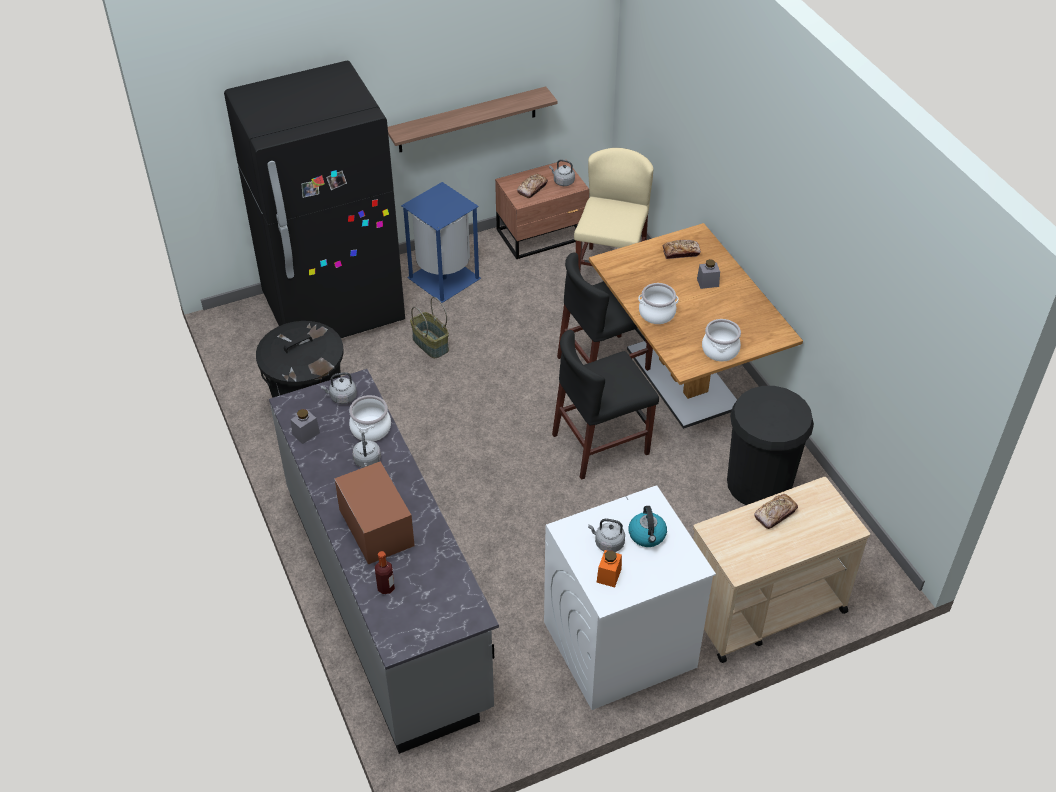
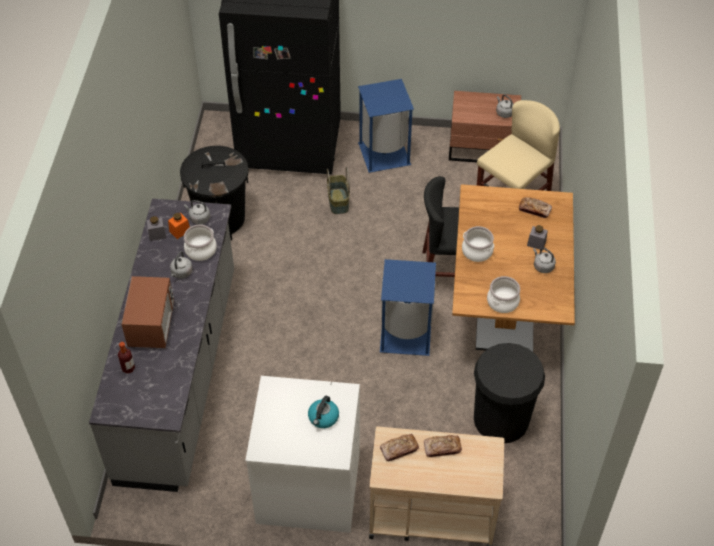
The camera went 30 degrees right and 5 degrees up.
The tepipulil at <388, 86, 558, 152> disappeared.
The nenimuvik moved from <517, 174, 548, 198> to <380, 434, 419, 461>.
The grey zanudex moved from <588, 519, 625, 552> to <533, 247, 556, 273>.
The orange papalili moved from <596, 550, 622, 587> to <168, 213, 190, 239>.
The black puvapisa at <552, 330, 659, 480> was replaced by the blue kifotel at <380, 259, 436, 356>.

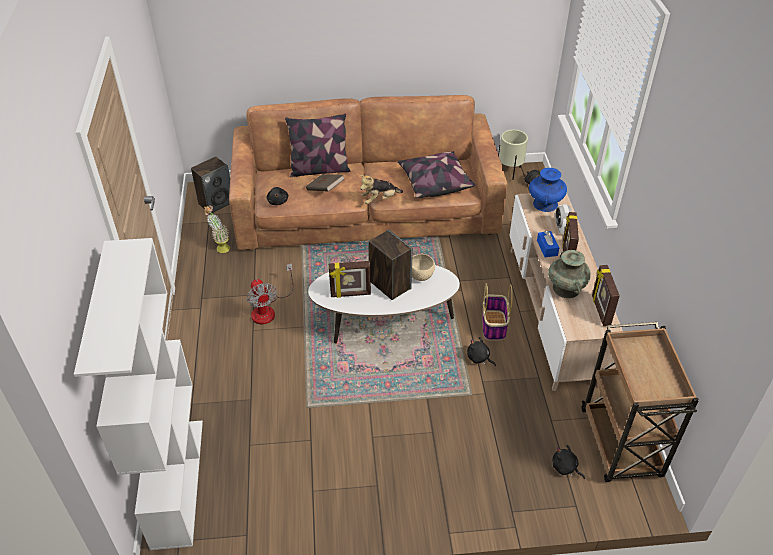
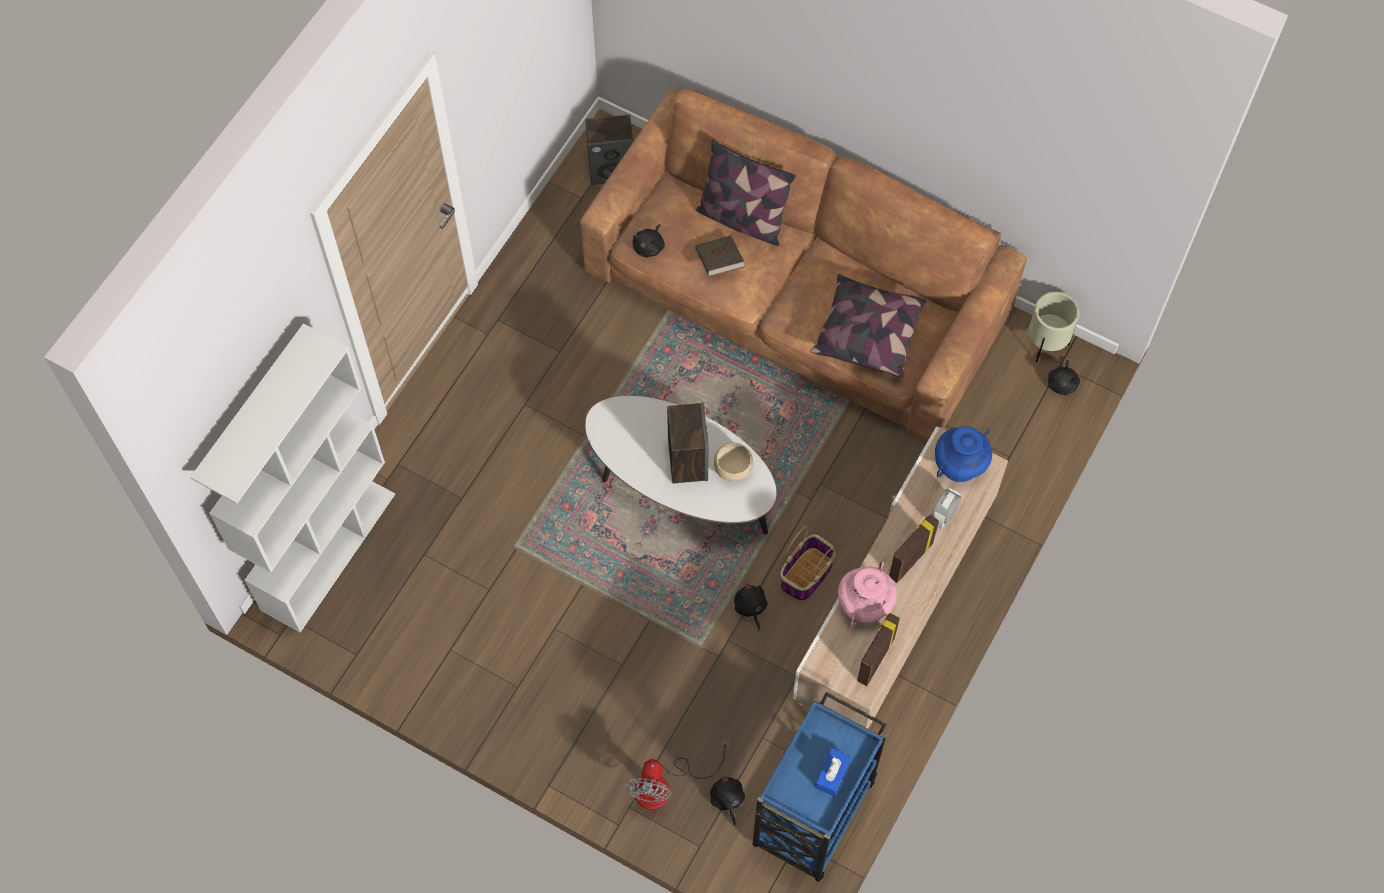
The camera went 35 degrees right and 20 degrees up.
The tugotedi at <204, 206, 230, 253> disappeared.
The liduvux at <329, 261, 371, 298> disappeared.
The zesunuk at <360, 175, 403, 204> disappeared.
The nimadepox moved from <247, 263, 293, 324> to <626, 741, 730, 810>.
The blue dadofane moved from <537, 231, 559, 257> to <815, 748, 851, 796>.
The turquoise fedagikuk at <548, 250, 591, 298> became the pink fedagikuk at <838, 561, 897, 628>.
The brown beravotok at <581, 322, 699, 482> became the blue beravotok at <753, 692, 886, 882>.

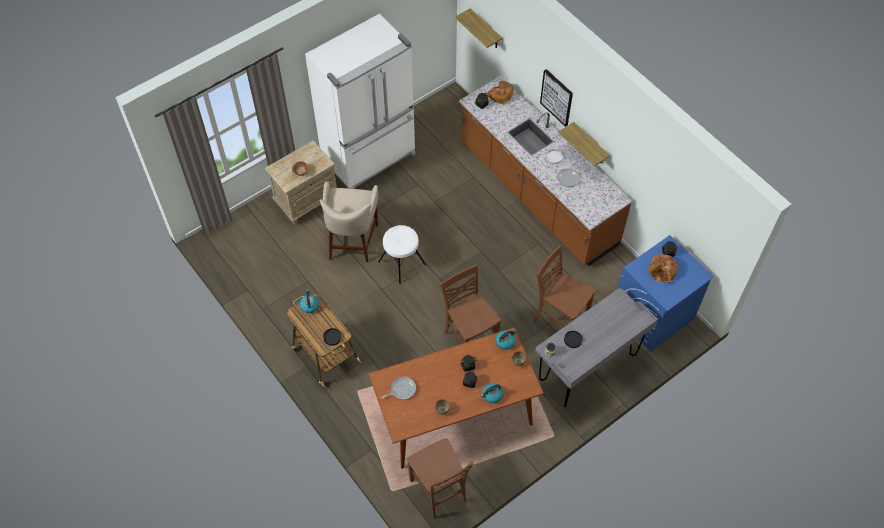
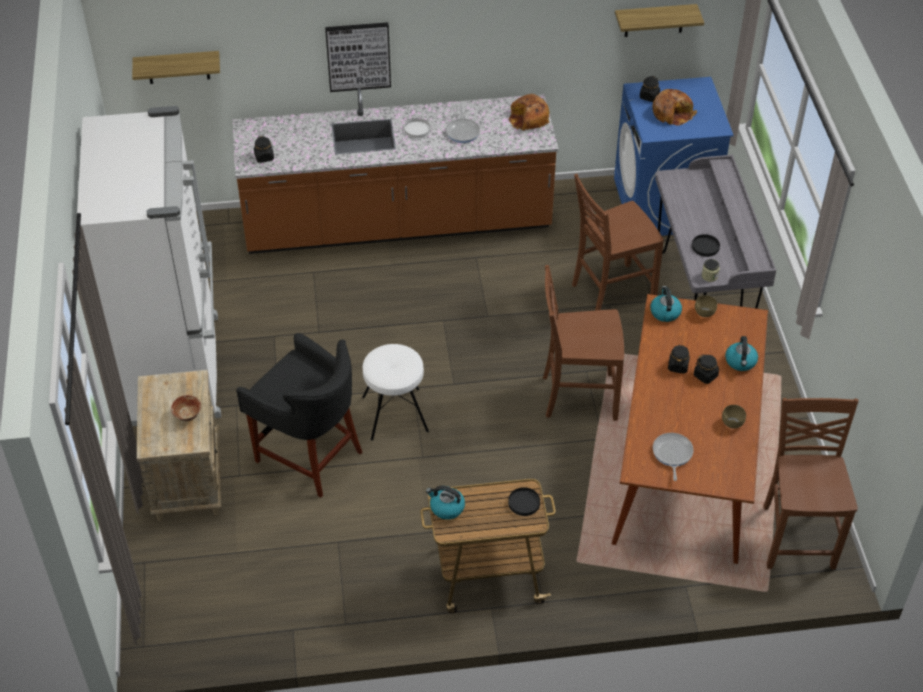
The camera went 60 degrees left and 10 degrees down.
The nenimuvik moved from <487, 81, 513, 105> to <509, 94, 549, 131>.
The tepipulil moved from <559, 122, 610, 167> to <615, 4, 704, 37>.
The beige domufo at <320, 181, 378, 262> became the black domufo at <236, 333, 363, 498>.
The brown puvapisa at <407, 438, 474, 519> turned 90 degrees counterclockwise.

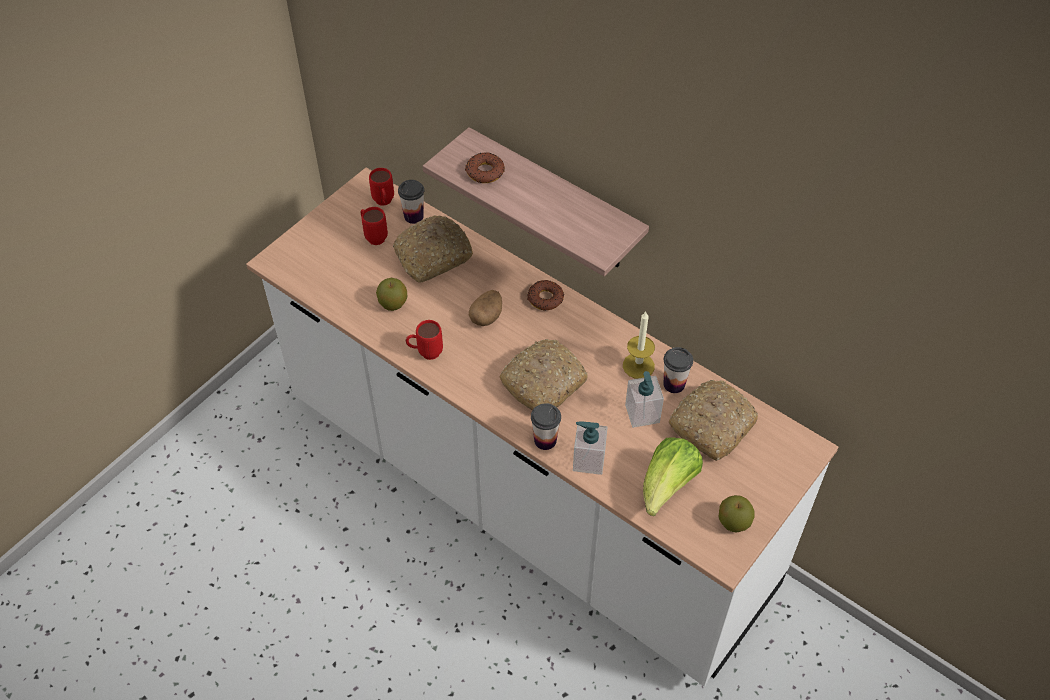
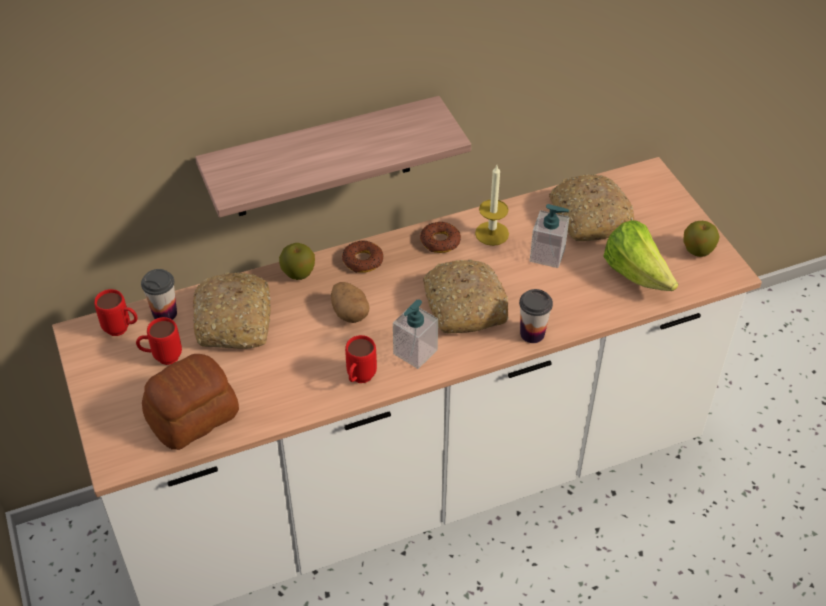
The camera went 60 degrees left and 5 degrees down.
The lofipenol at <663, 347, 693, 393> disappeared.
The nenimuvik at <142, 354, 239, 450> appeared.
The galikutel moved from <376, 278, 407, 311> to <279, 243, 315, 280>.
The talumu moved from <465, 152, 505, 183> to <420, 222, 461, 253>.
The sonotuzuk moved from <573, 422, 607, 475> to <393, 299, 438, 369>.

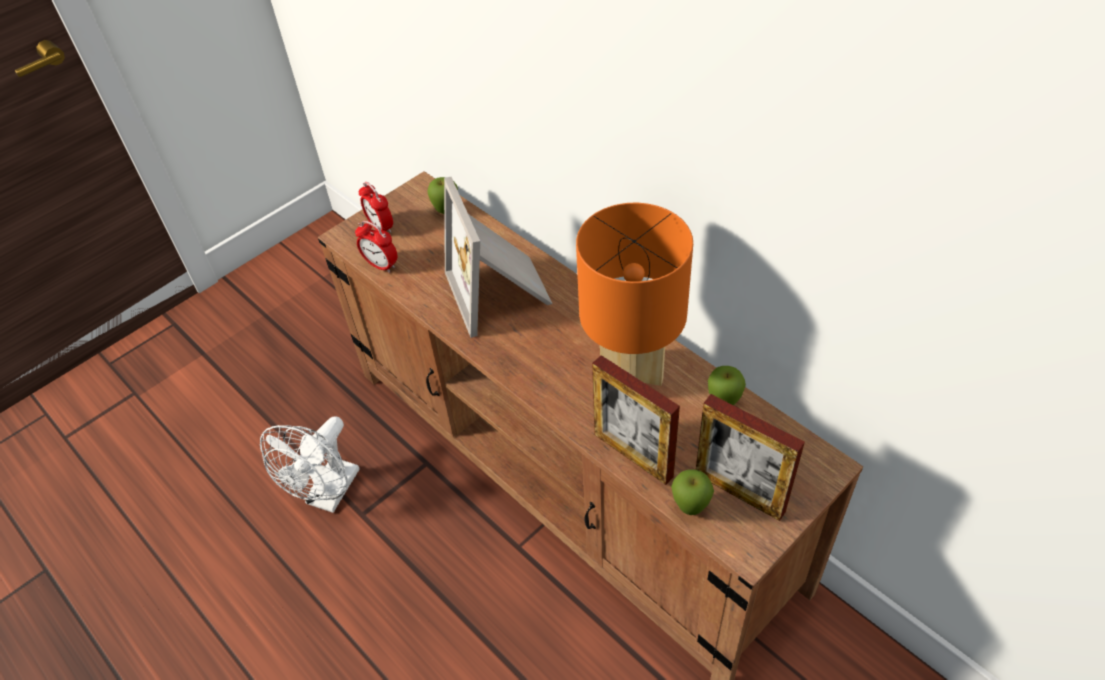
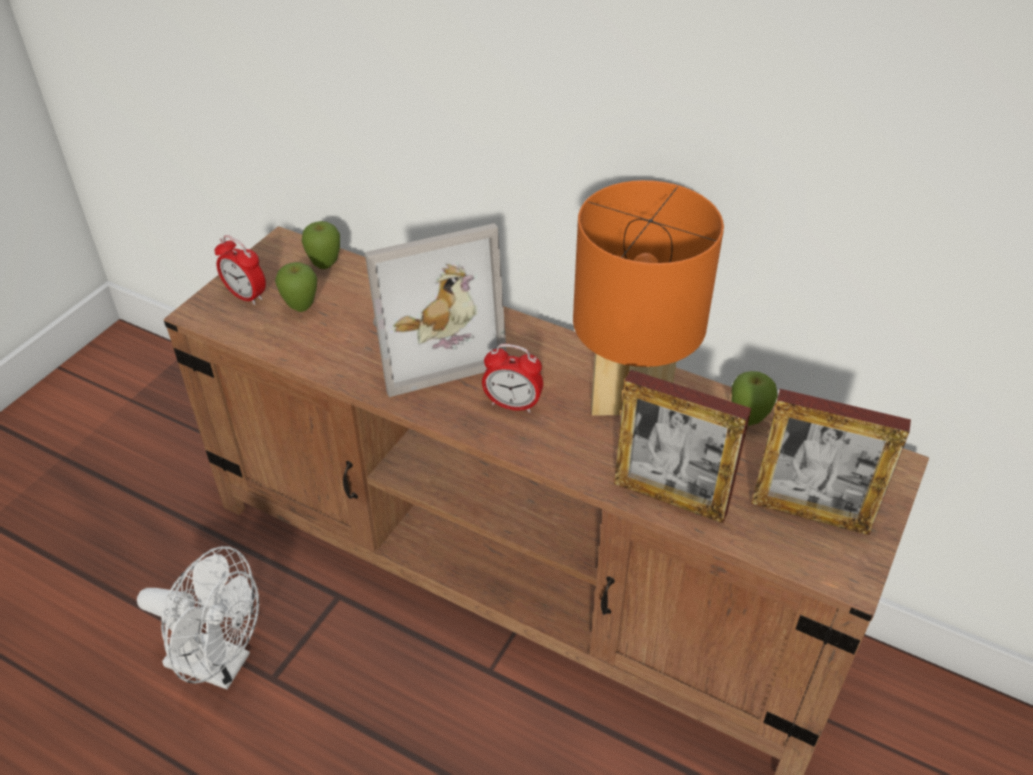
The camera went 20 degrees left and 5 degrees down.
The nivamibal moved from <355, 221, 398, 273> to <482, 344, 543, 413>.
The galikutel moved from <671, 470, 714, 515> to <275, 262, 317, 312>.
The white nimadepox at <260, 416, 360, 513> turned 75 degrees counterclockwise.
The liduvux at <444, 177, 552, 338> turned 75 degrees counterclockwise.

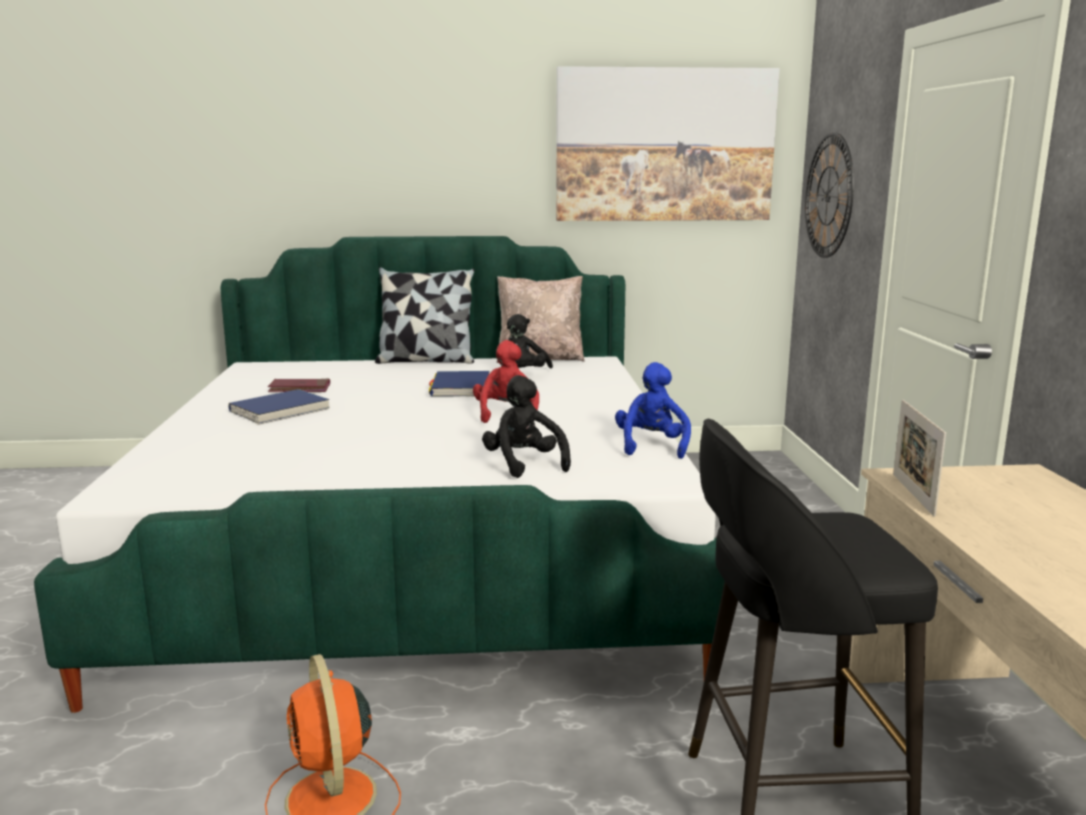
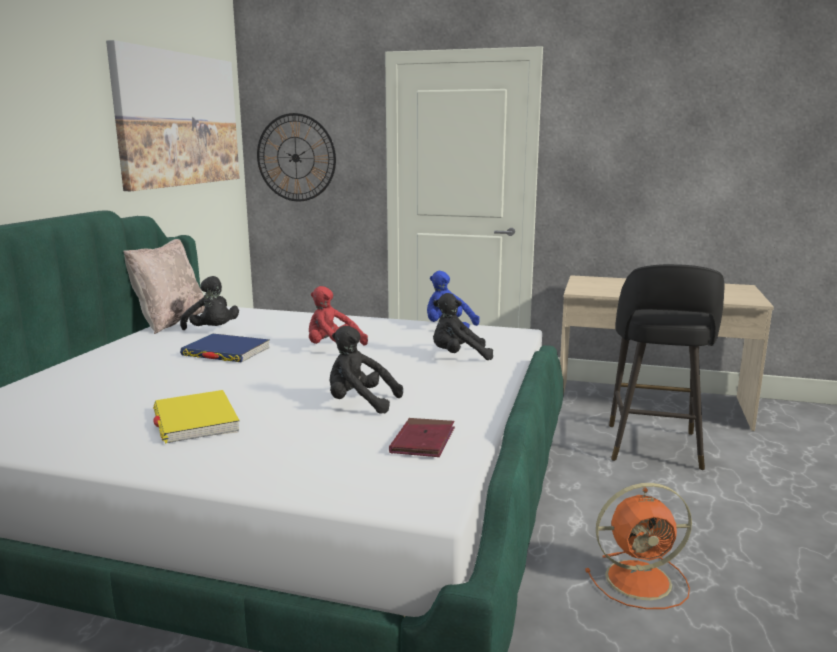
The camera went 70 degrees left and 0 degrees up.
The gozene at <375, 267, 474, 364> disappeared.
The liduvux at <893, 400, 946, 516> disappeared.
The black zesunuk at <330, 326, 403, 414> appeared.
The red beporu moved from <268, 378, 330, 392> to <389, 418, 455, 457>.
The blue beporu at <228, 389, 330, 425> became the yellow beporu at <153, 390, 240, 443>.

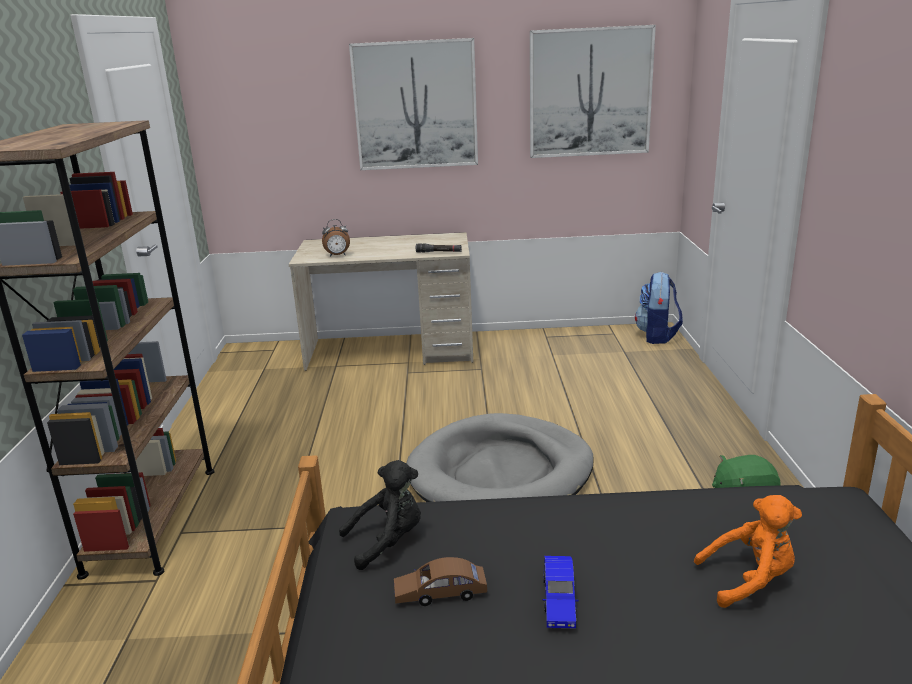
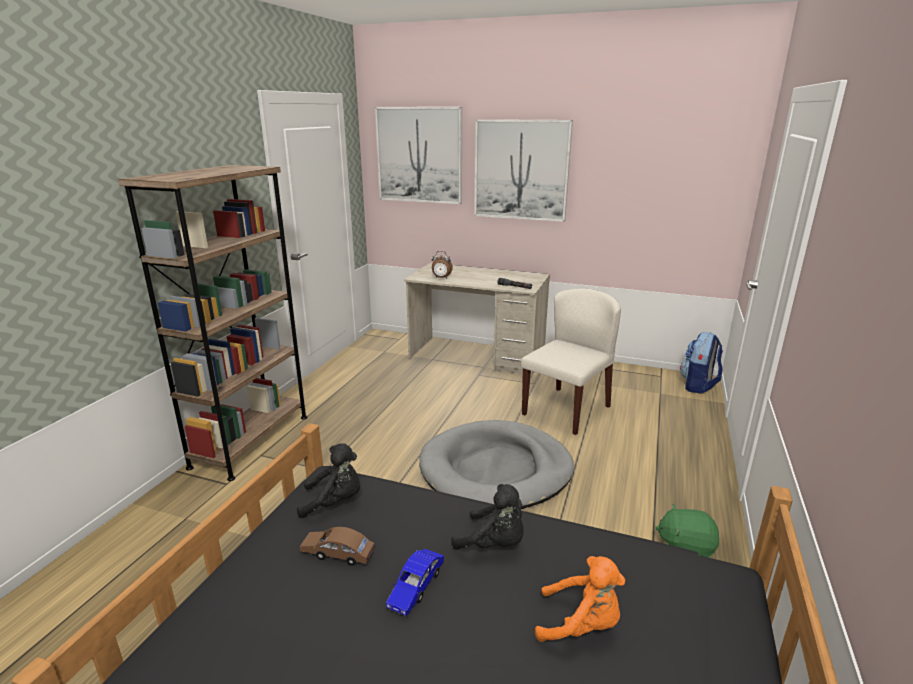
The camera went 20 degrees right and 0 degrees up.
The black zesunuk at <451, 484, 524, 550> appeared.
The beige puvapisa at <521, 289, 621, 435> appeared.
The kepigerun moved from <530, 25, 656, 158> to <375, 107, 462, 204>.

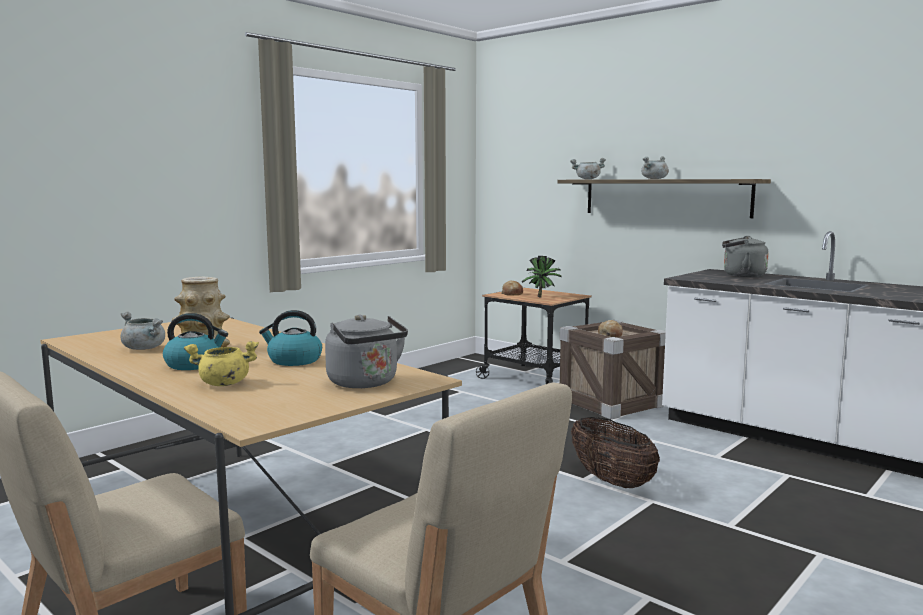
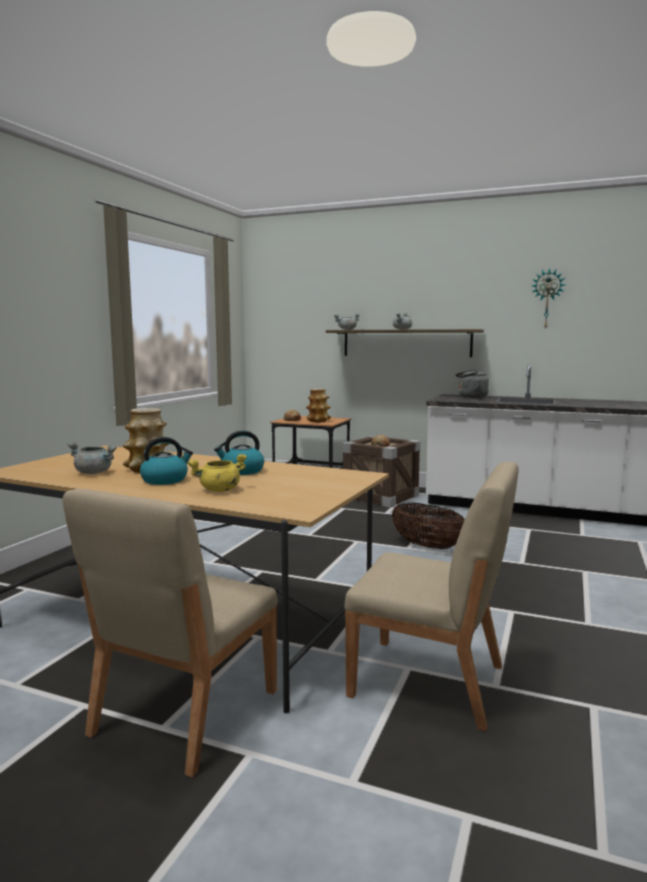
The camera went 20 degrees left and 0 degrees up.
The grey zanudex at <325, 314, 408, 388> disappeared.
The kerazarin at <532, 268, 565, 330> appeared.
The tugotedi at <522, 256, 562, 297> was replaced by the fedagikuk at <306, 388, 331, 423>.

